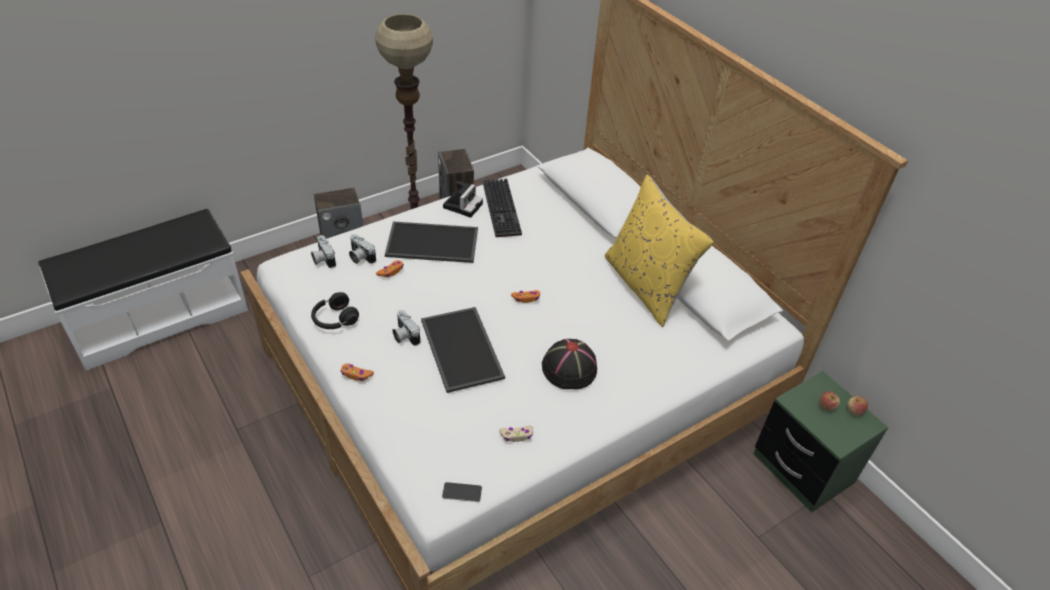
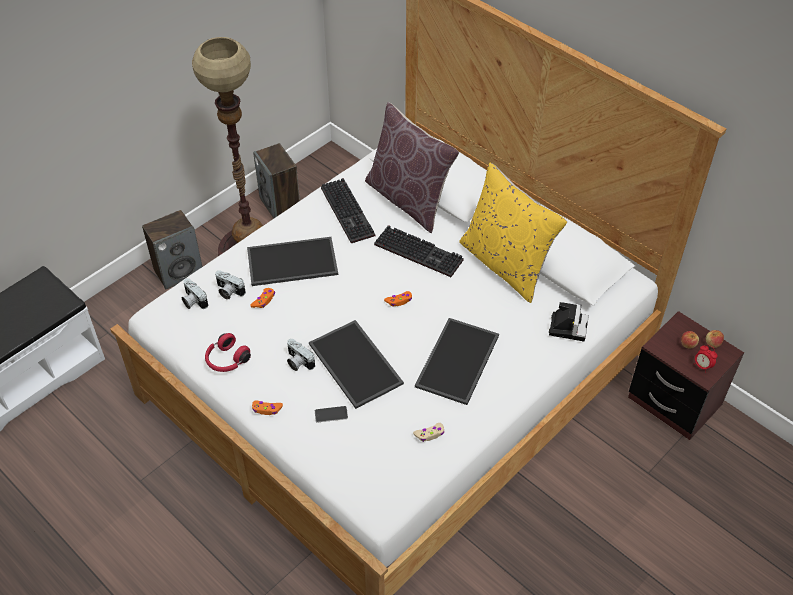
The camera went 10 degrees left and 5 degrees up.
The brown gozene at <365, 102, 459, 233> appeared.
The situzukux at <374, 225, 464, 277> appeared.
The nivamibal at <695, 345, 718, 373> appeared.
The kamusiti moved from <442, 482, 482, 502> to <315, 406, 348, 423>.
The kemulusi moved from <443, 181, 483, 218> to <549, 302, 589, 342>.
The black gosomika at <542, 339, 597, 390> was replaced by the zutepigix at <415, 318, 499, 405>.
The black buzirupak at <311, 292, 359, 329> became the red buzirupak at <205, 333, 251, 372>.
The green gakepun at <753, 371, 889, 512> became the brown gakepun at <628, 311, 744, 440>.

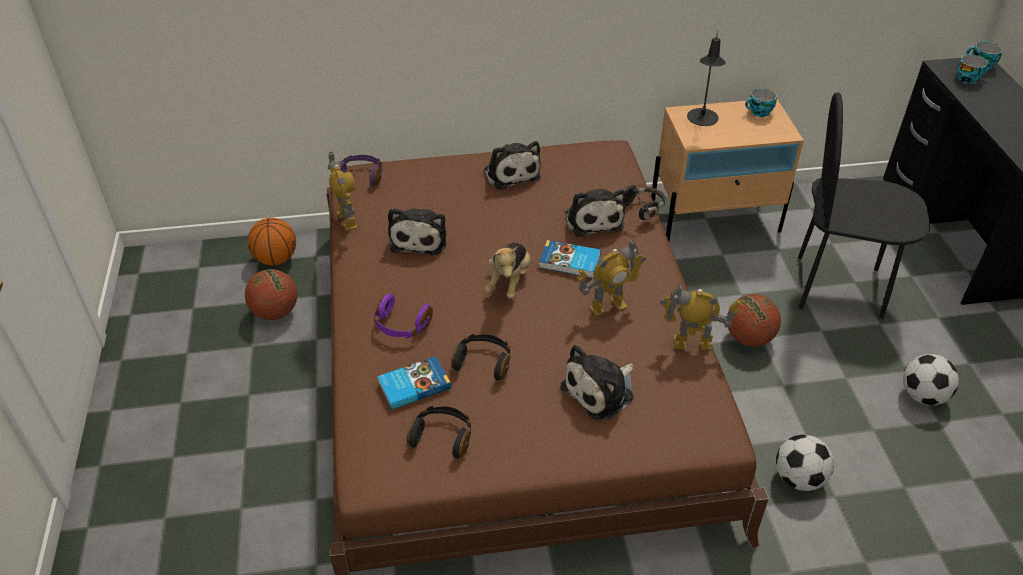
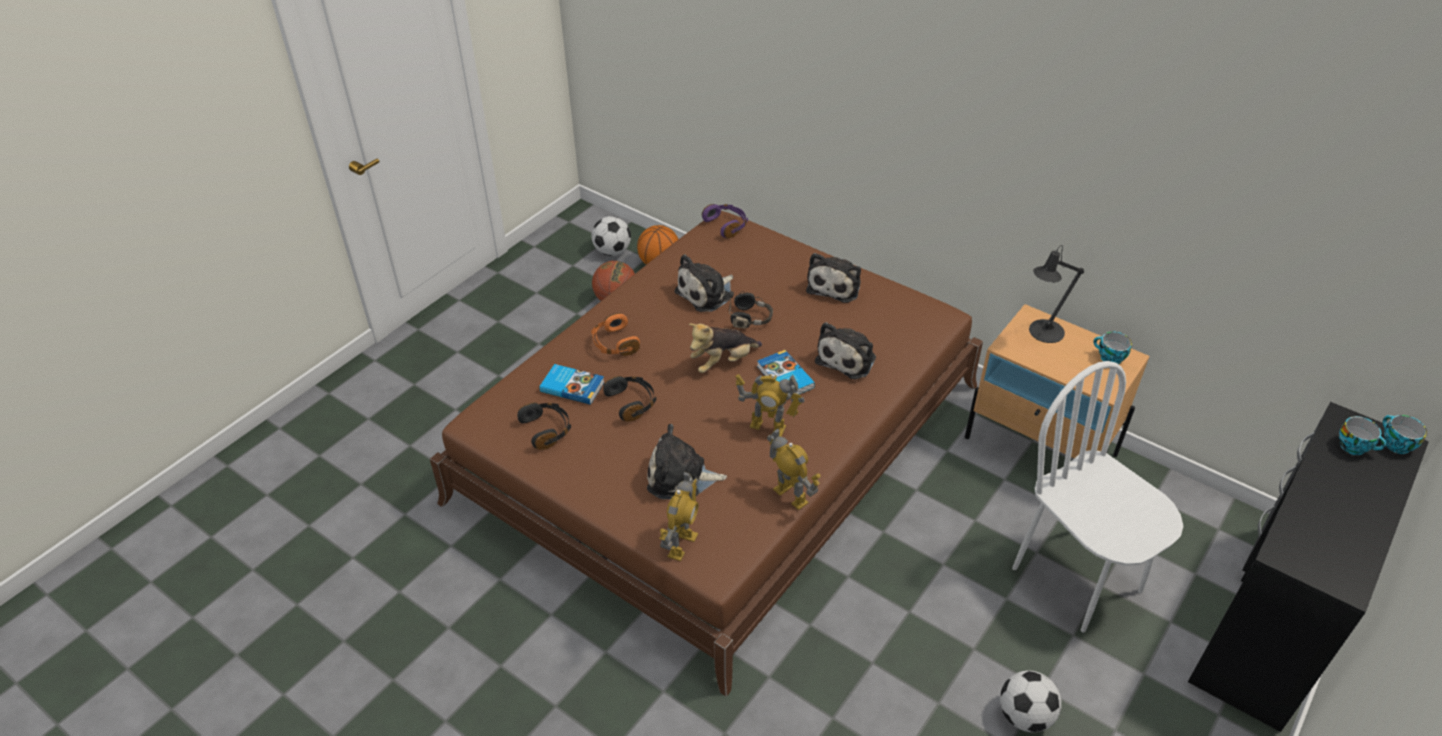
The camera went 45 degrees right and 0 degrees up.
The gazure at <727, 294, 781, 347> disappeared.
The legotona moved from <328, 152, 358, 231> to <659, 471, 699, 561>.
The black buzirupak moved from <624, 185, 666, 220> to <729, 291, 773, 329>.
The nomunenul moved from <776, 435, 834, 491> to <592, 216, 631, 256>.
The purple buzirupak at <374, 293, 433, 339> became the orange buzirupak at <591, 313, 640, 356>.
The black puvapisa at <798, 92, 930, 319> became the white puvapisa at <1012, 361, 1183, 633>.

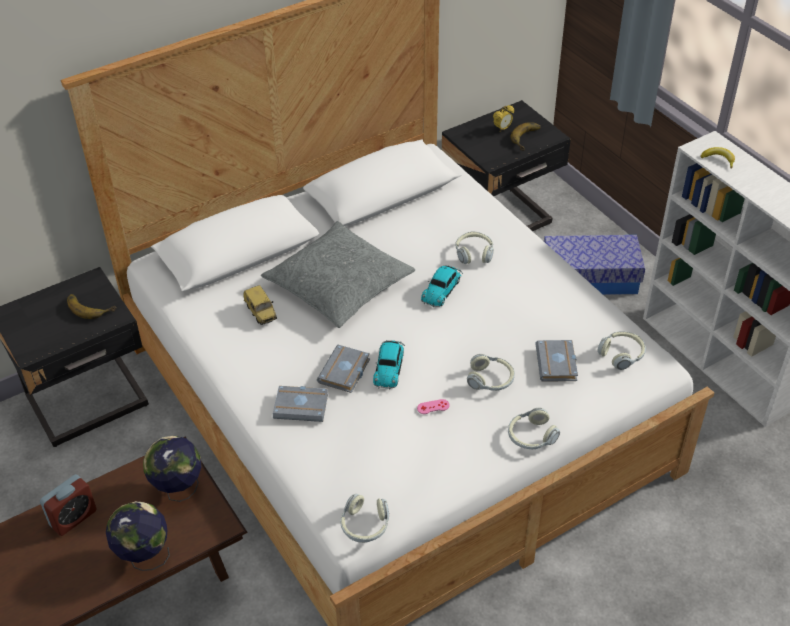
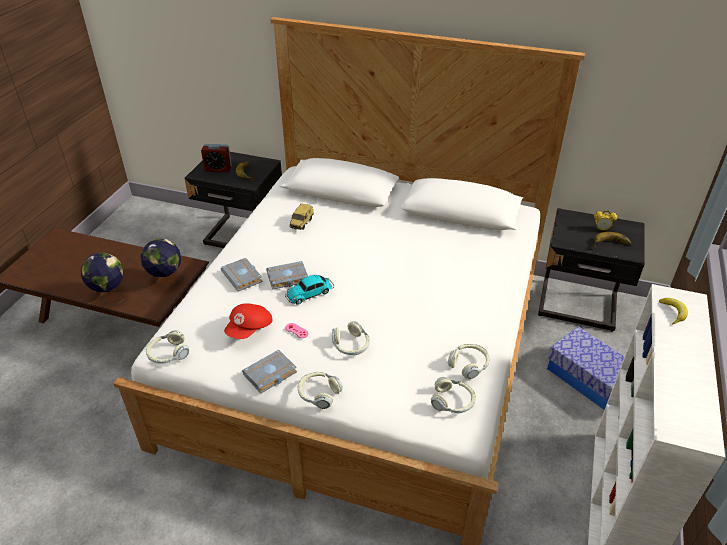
The camera went 50 degrees right and 5 degrees down.
The grey gozene at <261, 221, 415, 328> disappeared.
The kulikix at <421, 265, 463, 307> disappeared.
The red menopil at <224, 303, 272, 339> appeared.
The nivamibal moved from <40, 474, 97, 536> to <201, 144, 232, 172>.
The buzirupak moved from <456, 232, 494, 264> to <448, 344, 490, 379>.
The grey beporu moved from <536, 340, 578, 382> to <242, 350, 297, 394>.

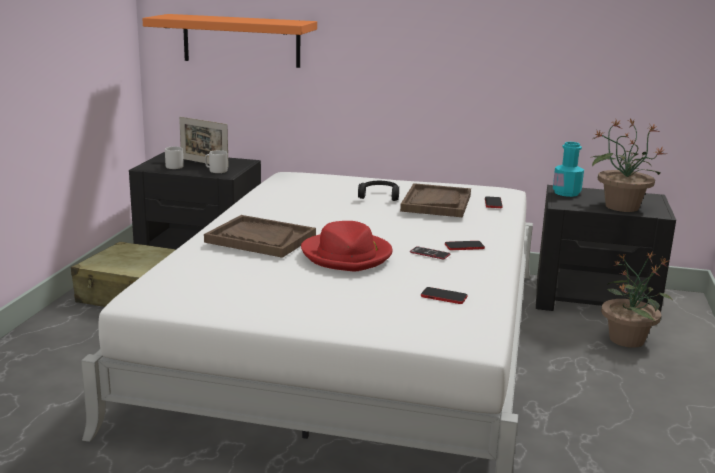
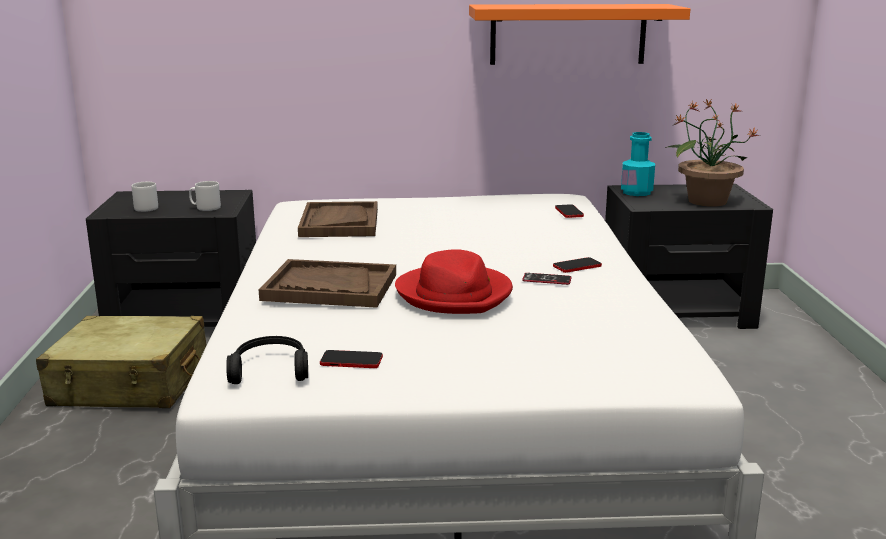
The camera went 15 degrees left and 0 degrees up.
The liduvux at <179, 117, 229, 167> disappeared.
The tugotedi at <601, 252, 673, 348> disappeared.
The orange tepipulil moved from <142, 14, 317, 68> to <469, 4, 690, 65>.
The black buzirupak moved from <358, 181, 399, 201> to <226, 336, 308, 384>.
The brown zutepigix moved from <400, 183, 471, 218> to <298, 201, 378, 237>.
The kamusiti moved from <421, 287, 468, 304> to <320, 350, 383, 368>.

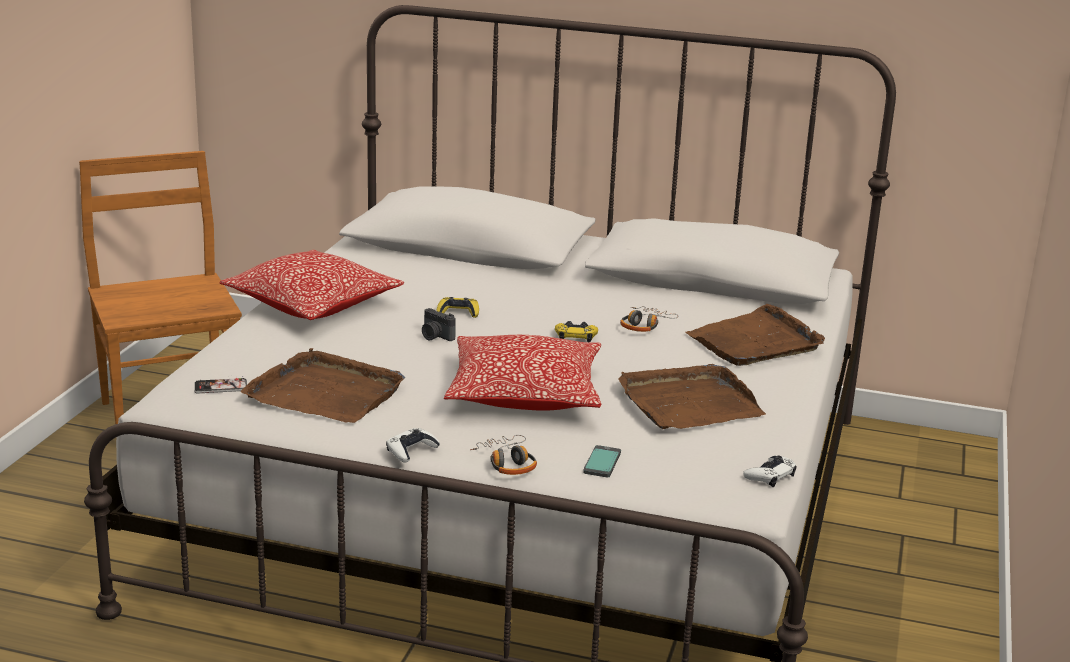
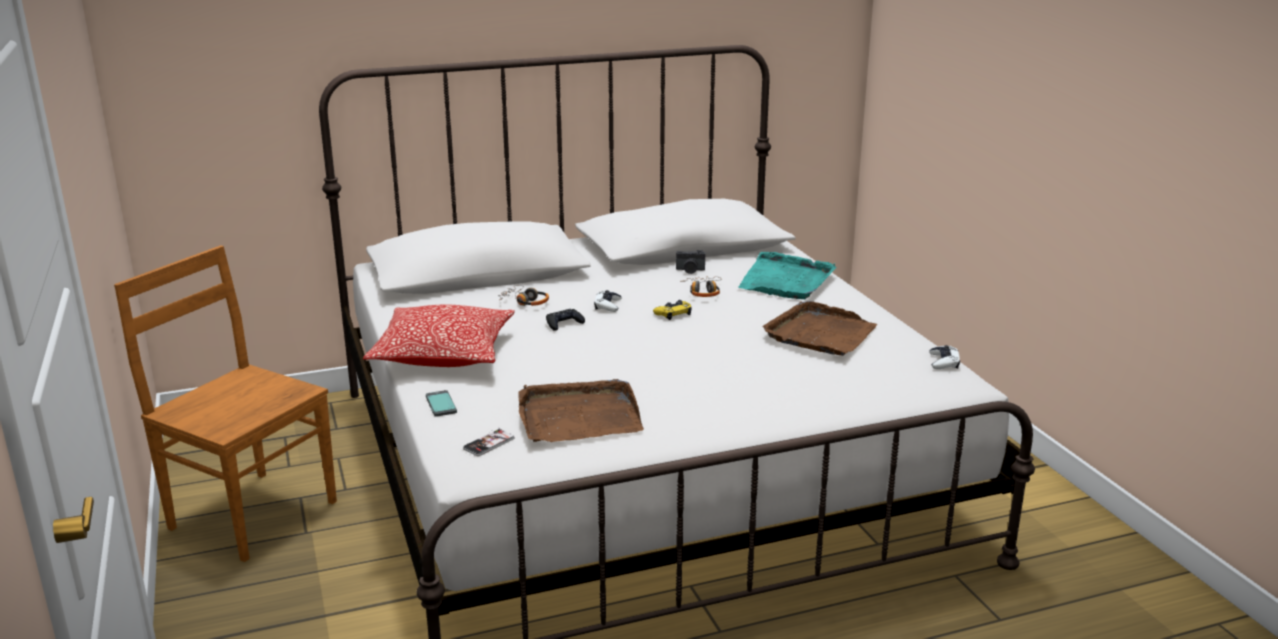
The camera went 35 degrees left and 0 degrees up.
The gozene at <444, 335, 601, 411> disappeared.
The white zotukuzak moved from <386, 428, 440, 463> to <594, 290, 621, 312>.
The kemulusi moved from <422, 308, 456, 341> to <676, 250, 705, 274>.
The buzirupak moved from <470, 435, 537, 475> to <498, 285, 549, 306>.
The kamusiti moved from <583, 445, 621, 477> to <426, 390, 457, 417>.
The yellow zotukuzak at <437, 297, 479, 318> became the black zotukuzak at <546, 309, 585, 331>.
The brown zutepigix at <686, 304, 825, 366> became the turquoise zutepigix at <738, 252, 837, 299>.

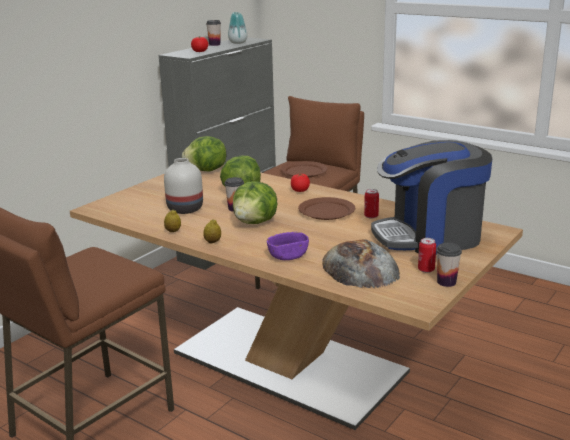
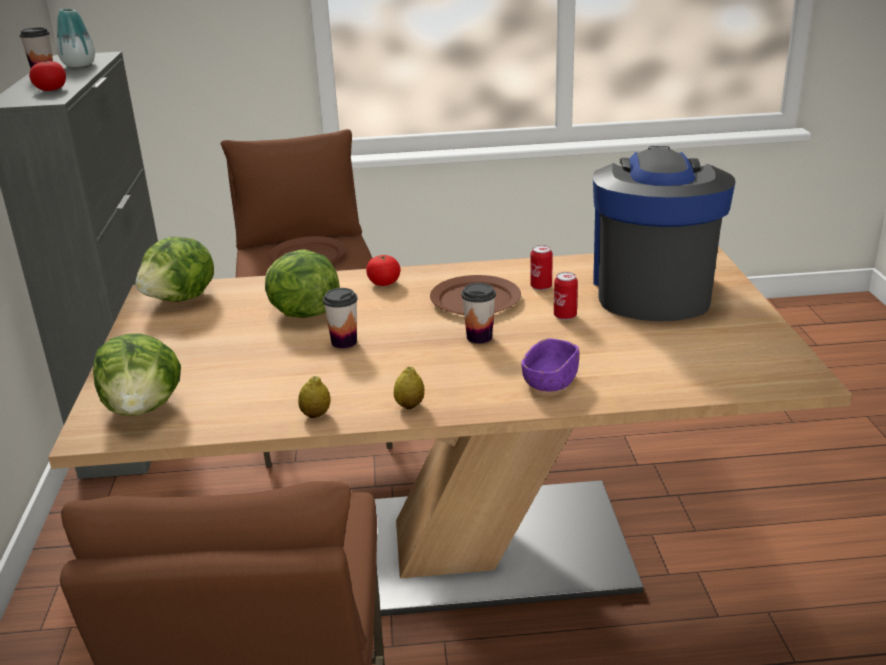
The camera went 40 degrees left and 5 degrees up.
The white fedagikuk at <164, 158, 203, 214> disappeared.
The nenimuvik at <322, 239, 400, 288> disappeared.
The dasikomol moved from <233, 182, 278, 224> to <93, 334, 181, 416>.
The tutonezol moved from <418, 238, 436, 273> to <554, 272, 578, 320>.
The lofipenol moved from <436, 243, 462, 287> to <461, 283, 496, 344>.
The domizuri at <371, 140, 492, 255> turned 150 degrees clockwise.

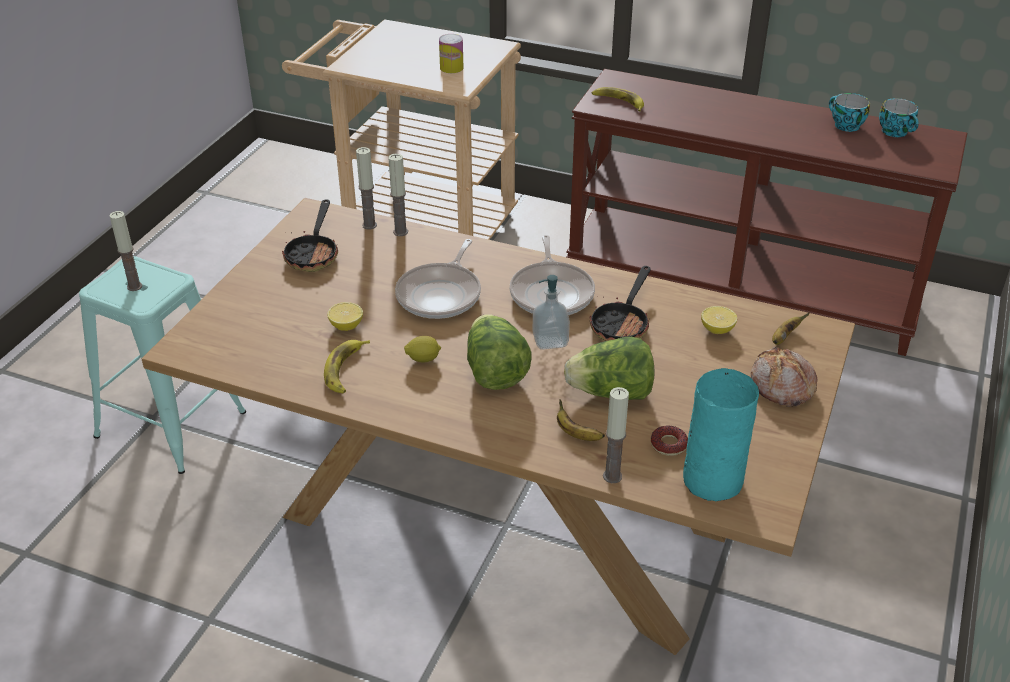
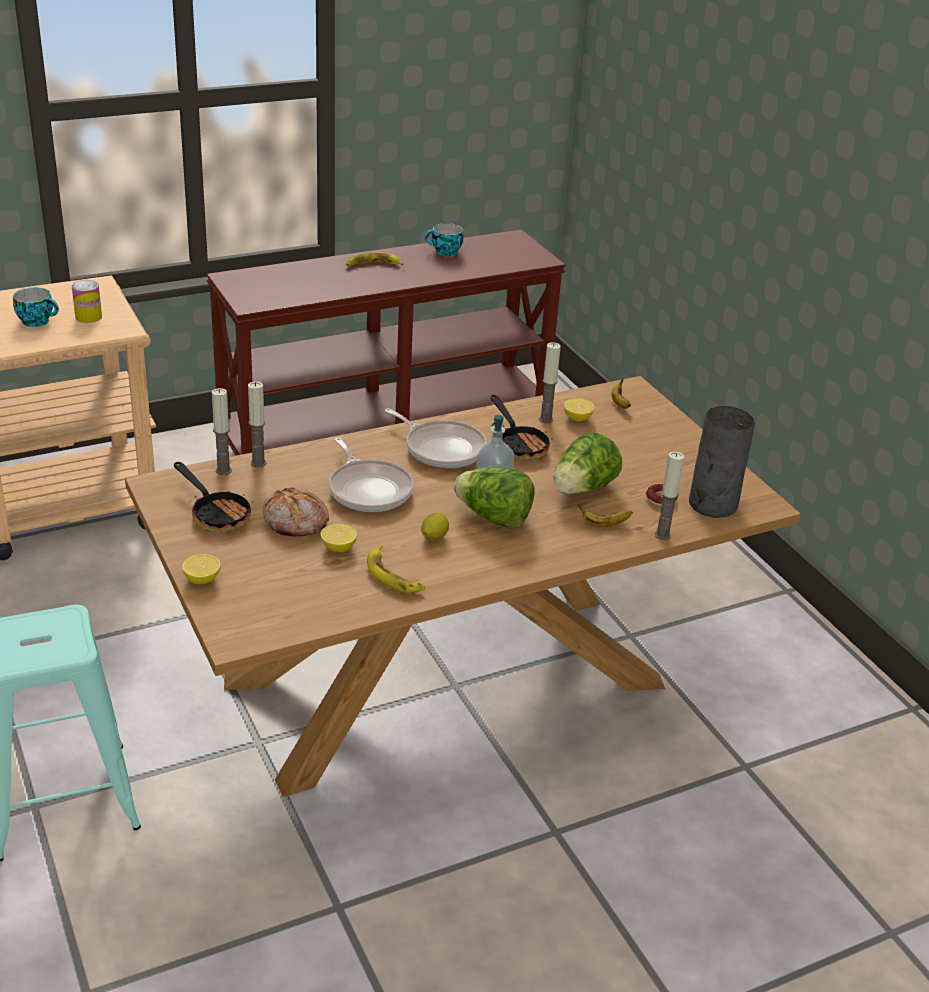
The camera went 50 degrees left and 5 degrees down.
The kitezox at <182, 554, 221, 584> appeared.
The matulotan moved from <109, 211, 142, 291> to <539, 342, 561, 423>.
The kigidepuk moved from <592, 87, 644, 111> to <346, 253, 403, 266>.
The nenimuvik moved from <751, 347, 817, 407> to <263, 487, 329, 536>.
The lofipenol moved from <879, 98, 919, 137> to <13, 287, 59, 327>.
The turquoise fedagikuk at <683, 368, 759, 501> became the grey fedagikuk at <689, 406, 755, 518>.

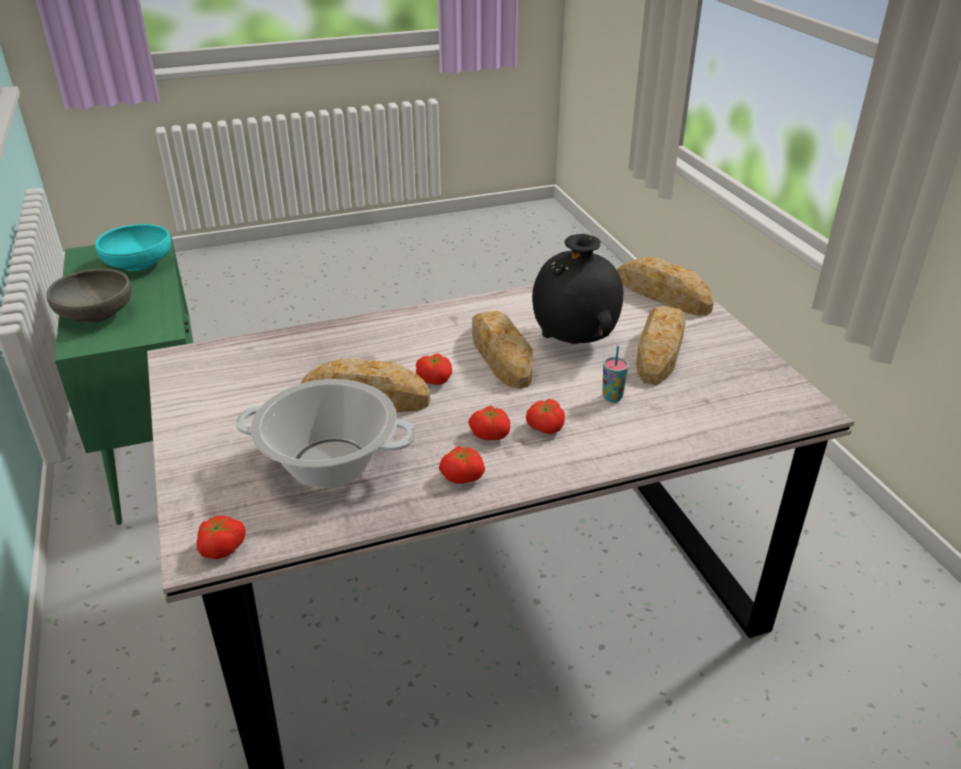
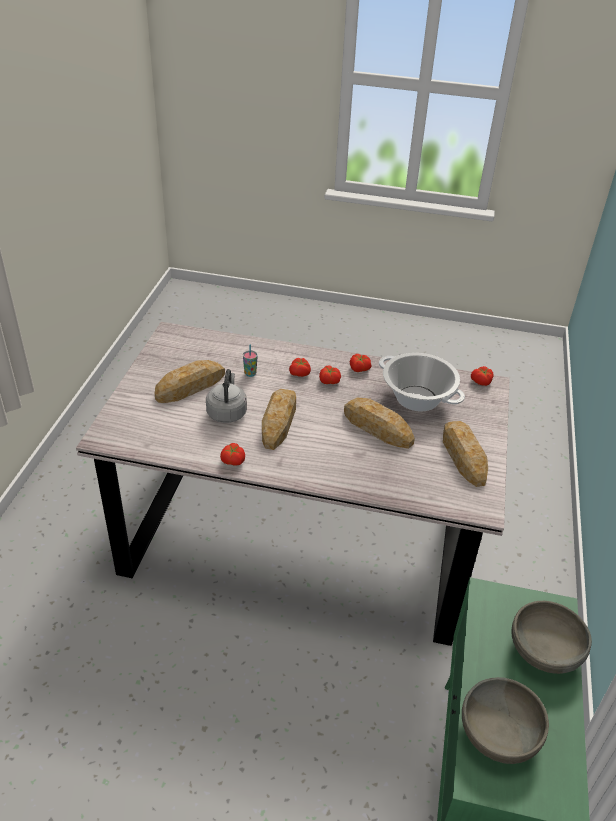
The camera went 150 degrees left and 5 degrees up.
The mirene moved from <416, 353, 452, 385> to <220, 443, 245, 466>.
The nenimuvik moved from <617, 257, 714, 315> to <443, 421, 488, 487>.
The black fedagikuk at <532, 234, 623, 344> was replaced by the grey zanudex at <206, 369, 247, 423>.
The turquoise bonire at <95, 224, 171, 271> became the grey bonire at <462, 677, 549, 764>.

